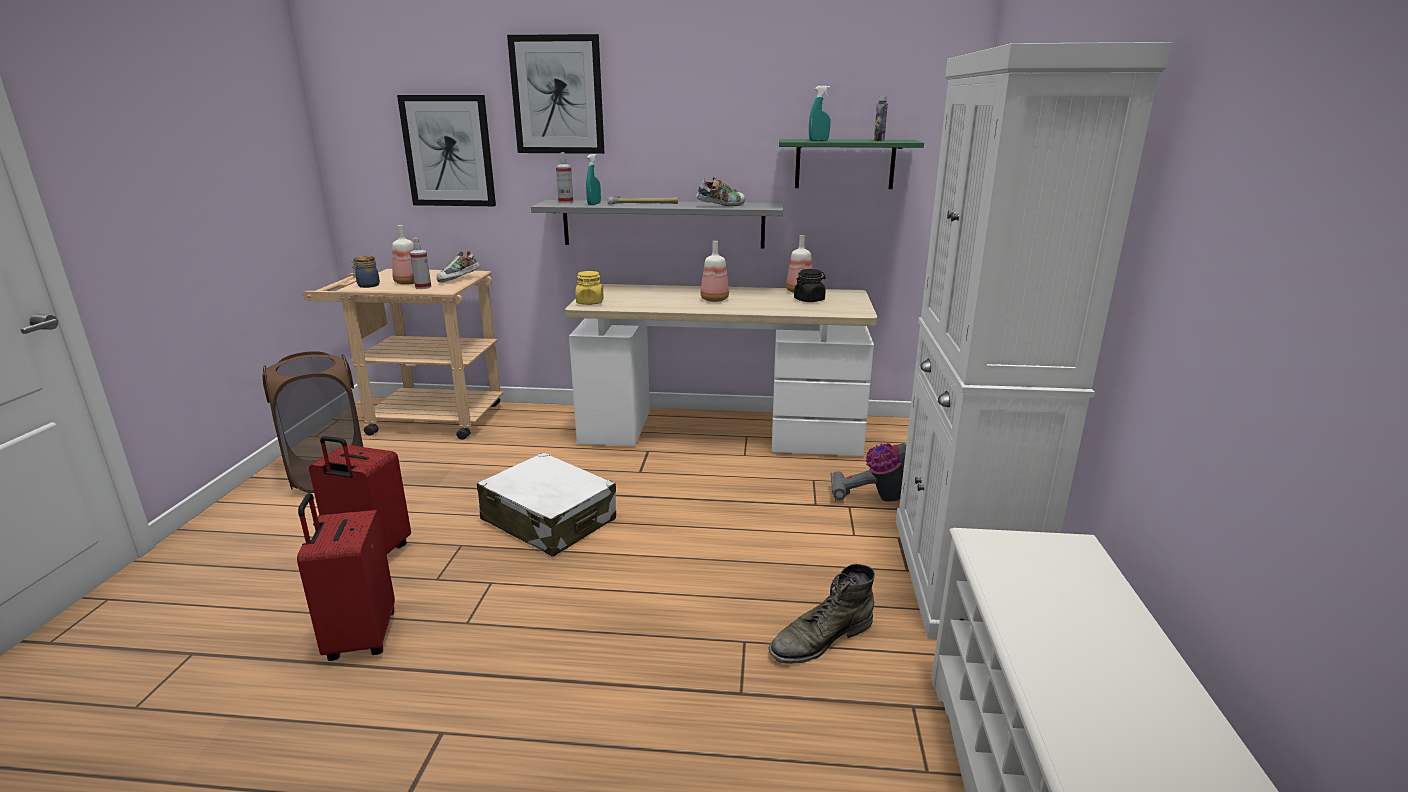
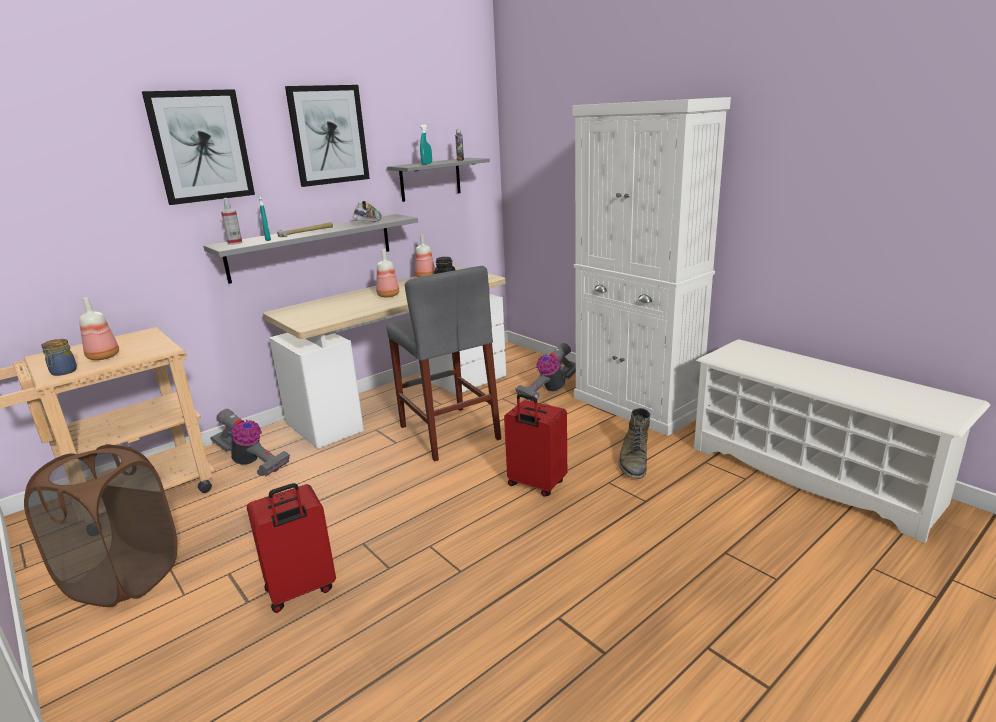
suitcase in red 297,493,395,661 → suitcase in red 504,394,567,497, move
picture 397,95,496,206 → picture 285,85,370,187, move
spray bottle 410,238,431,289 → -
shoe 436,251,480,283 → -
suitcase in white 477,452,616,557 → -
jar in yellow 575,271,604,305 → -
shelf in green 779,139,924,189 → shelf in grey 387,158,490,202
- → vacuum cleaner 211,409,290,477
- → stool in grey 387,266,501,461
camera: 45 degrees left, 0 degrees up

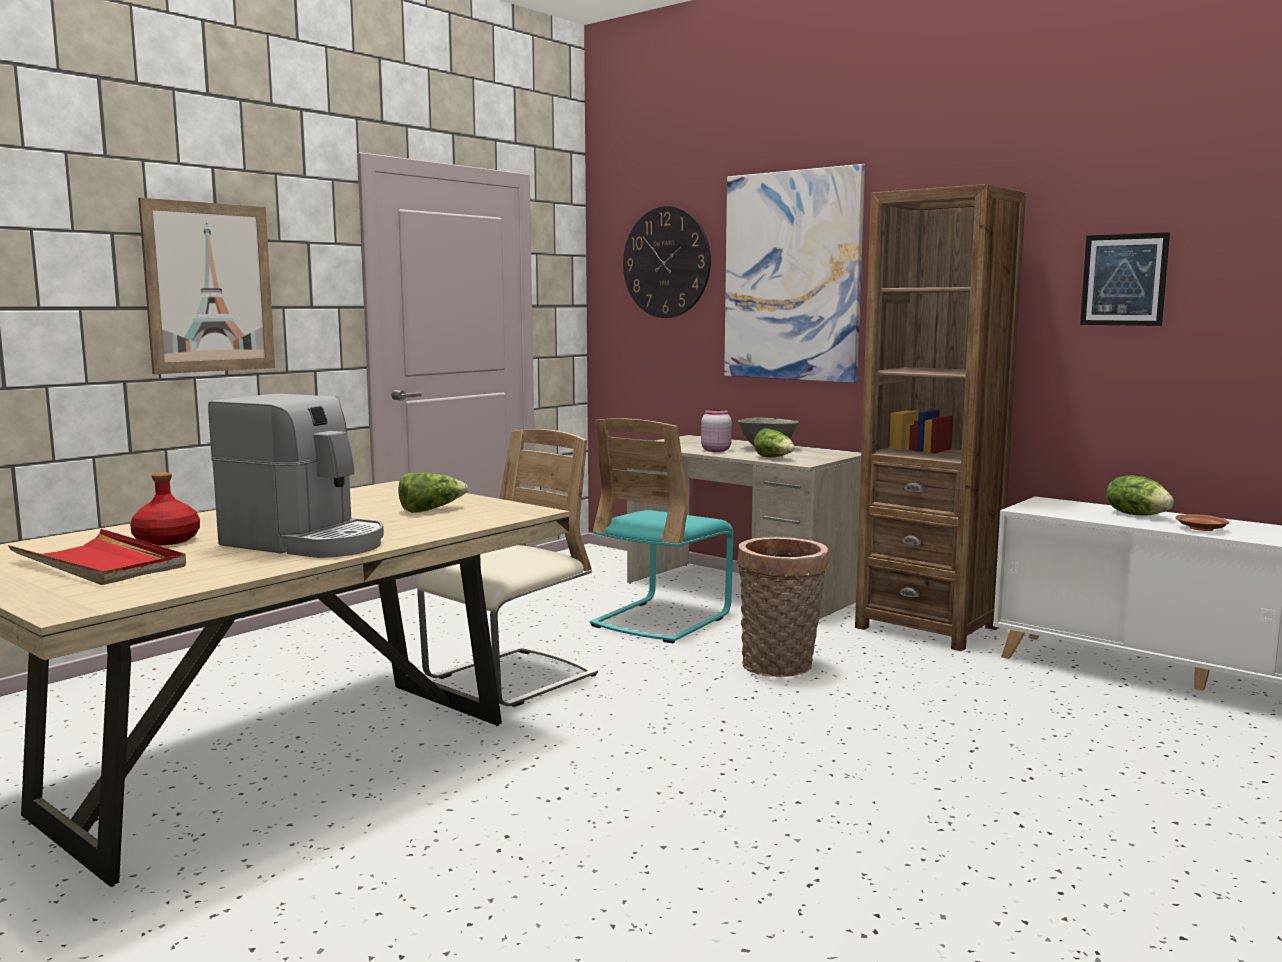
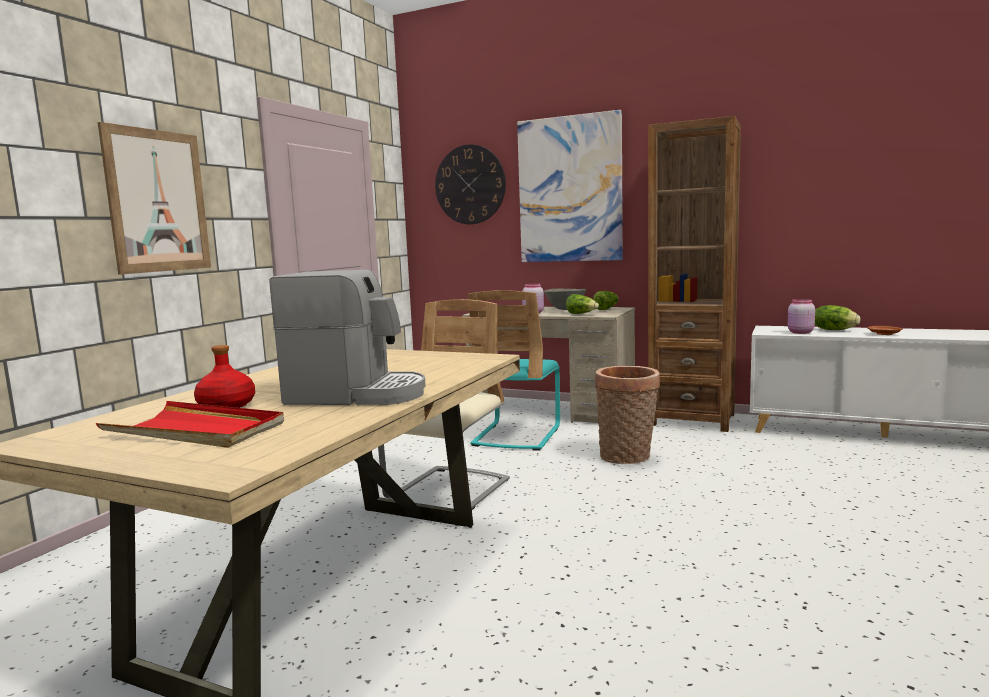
lettuce 398,472,468,513 → lettuce 593,291,619,310, move
picture 1080,232,1170,326 → -
- → jar in pink 788,299,815,334
camera: 15 degrees left, 0 degrees up

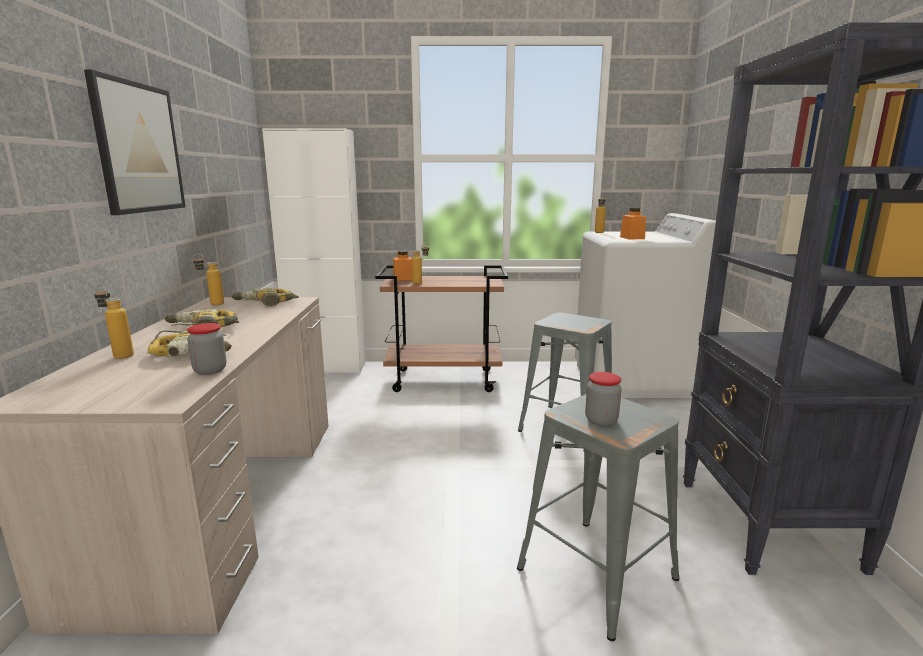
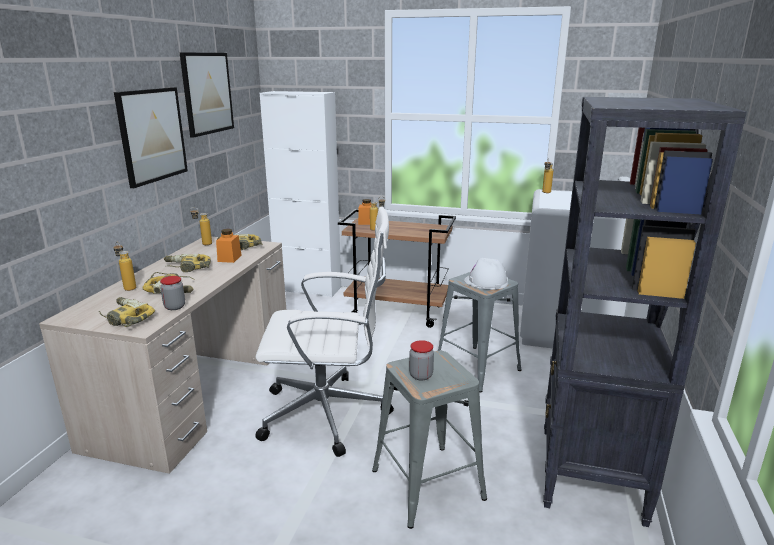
jar in orange 620,208,646,239 → jar in orange 216,229,242,263, move
- → power drill 99,297,155,327
- → picture 180,52,234,137
- → office chair in white 255,206,394,457
- → hard hat in white 464,258,508,290
camera: 15 degrees right, 5 degrees up

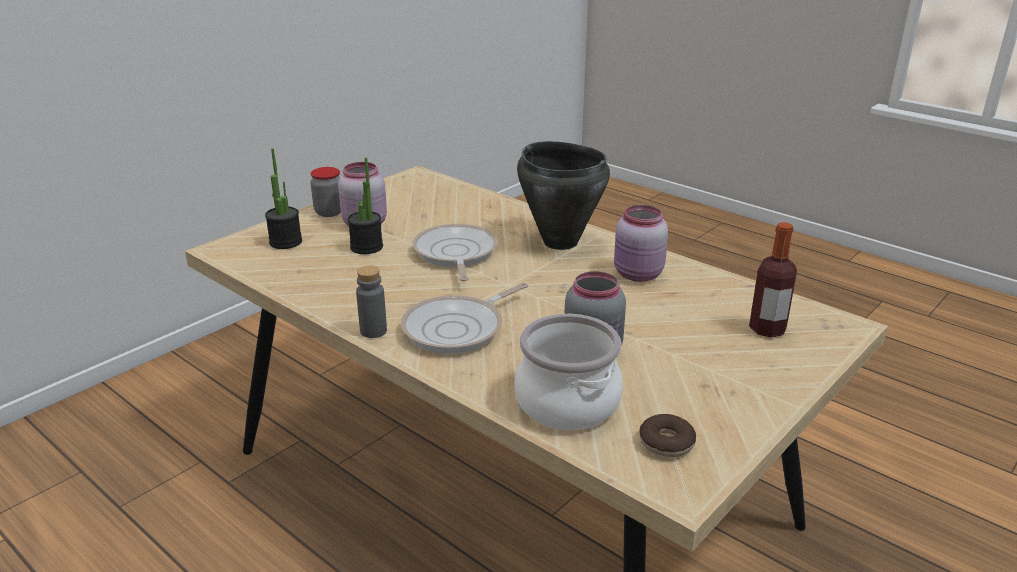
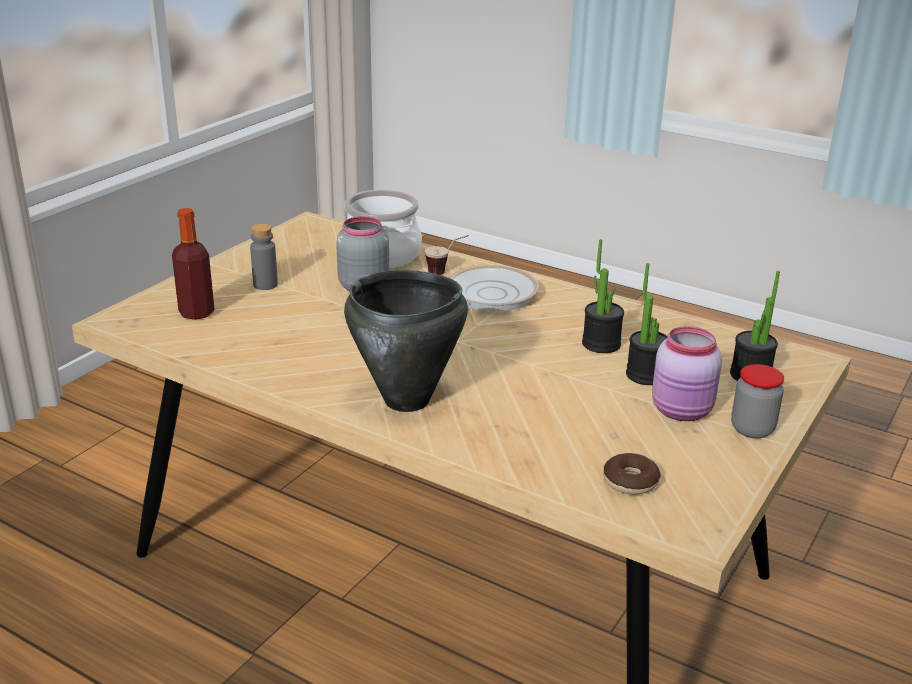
bottle in grey 356,265,387,338 → bottle in grey 250,224,278,290, move
frying pan 412,224,498,281 → -
jar in pink 614,205,668,282 → -
donut 640,414,696,457 → donut 603,453,661,495, move
- → cup 425,235,469,275
- → potted plant 582,239,624,353
camera: 170 degrees right, 0 degrees up

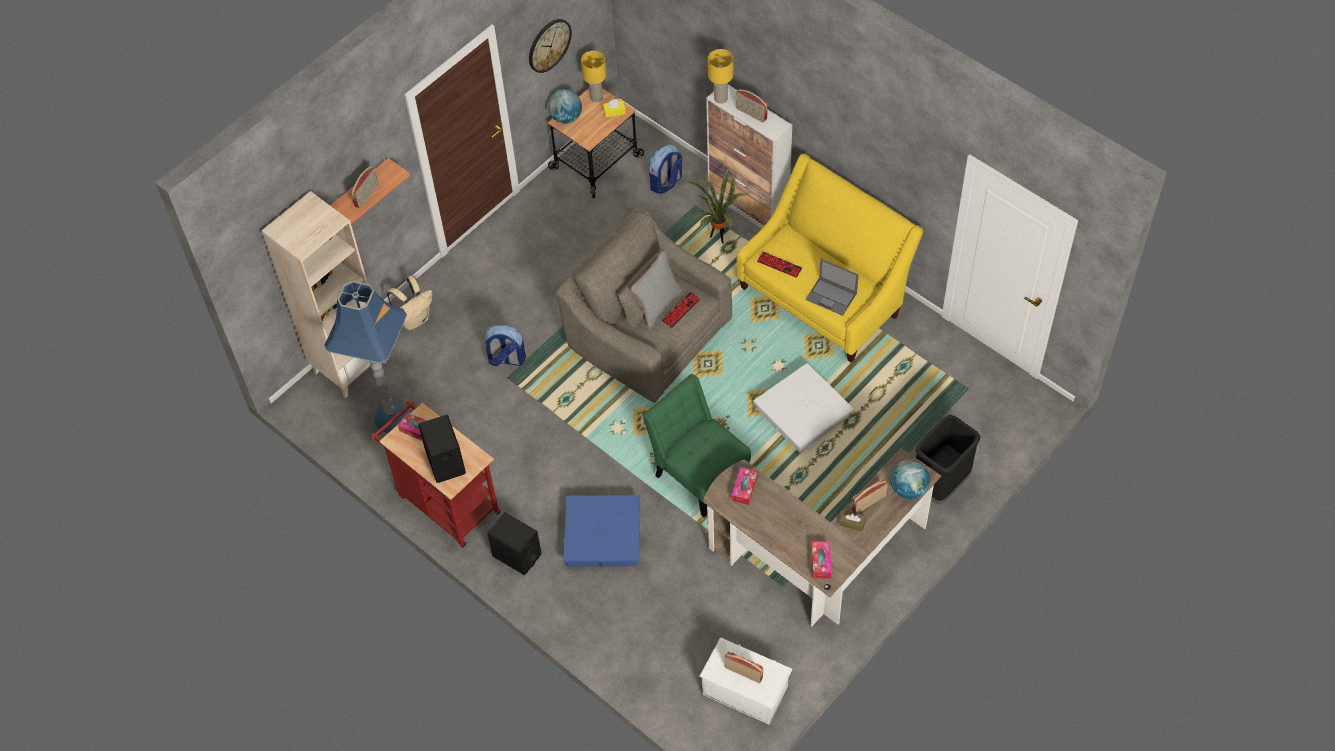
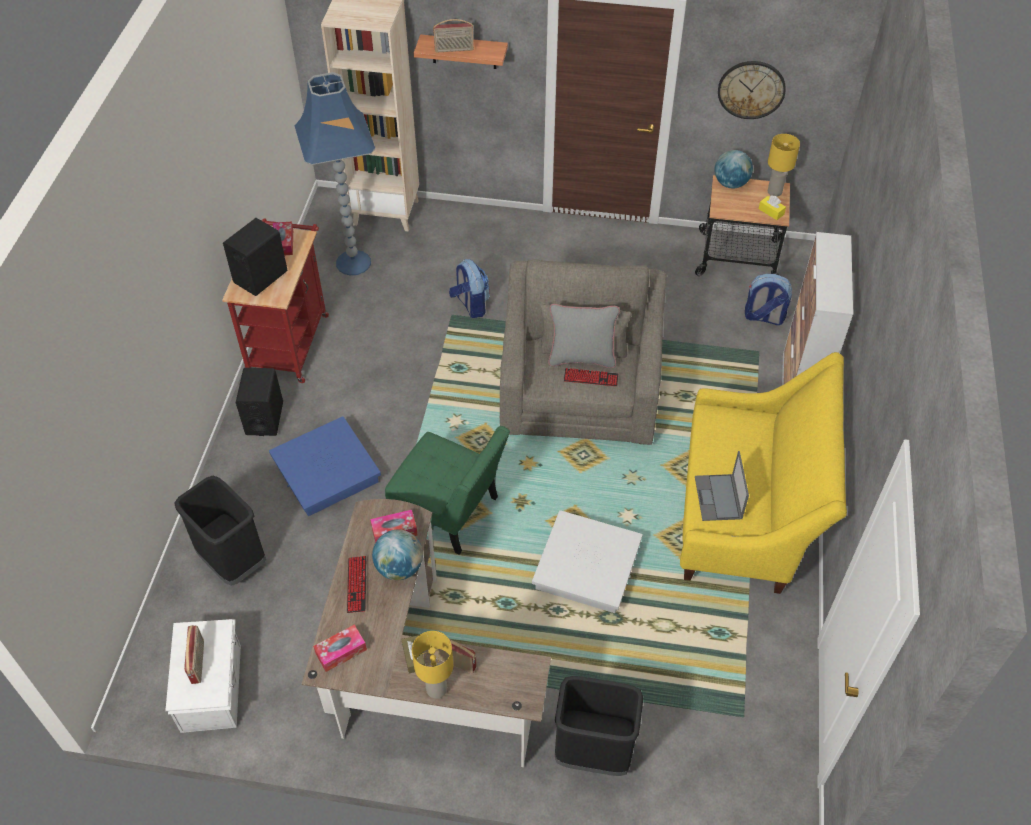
backpack in beige 387,276,432,330 → -
chair in green 643,374,751,517 → chair in green 385,426,510,555, 105 degrees clockwise
potted plant 682,166,749,244 → -
table lamp in yellow 708,49,733,104 → table lamp in yellow 412,631,453,699, move
radio 736,89,768,123 → -
keyboard 757,252,802,278 → keyboard 347,556,366,613, move
globe 890,460,930,499 → globe 372,530,423,580, move
- → trash can in black 174,476,266,586
camera: 55 degrees right, 5 degrees down

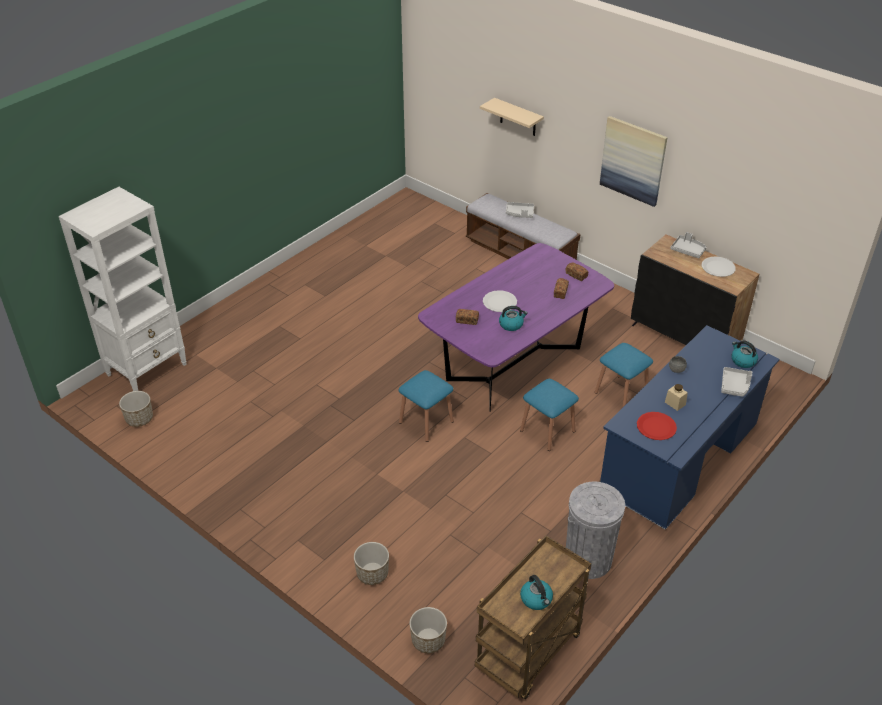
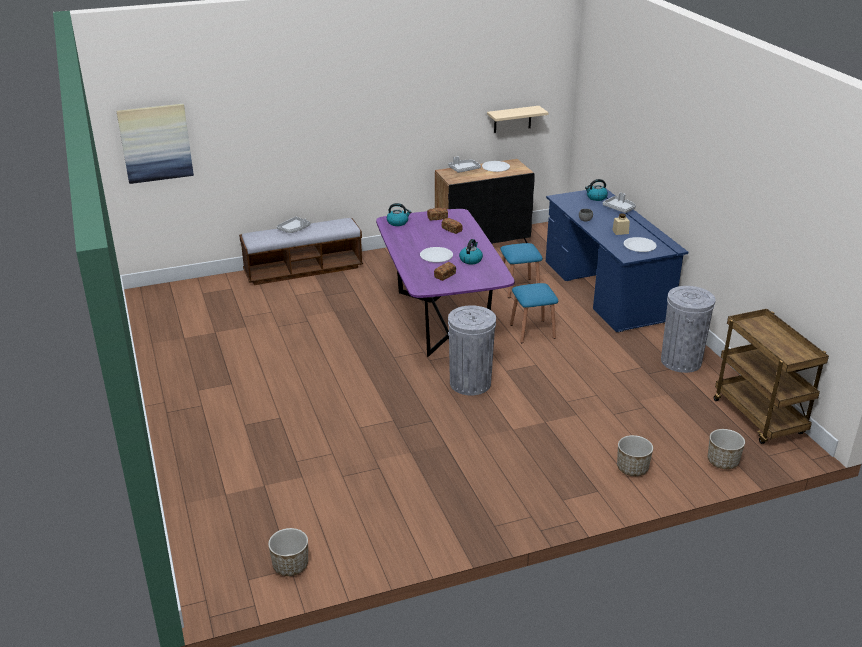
bookcase in white 59,187,187,391 → -
stool in blue 398,370,454,442 → trash can in grey 448,305,496,395
shelf in beige 480,98,544,136 → shelf in beige 487,106,549,133, move
kettle 520,575,553,610 → kettle 387,203,411,226, move
picture 600,116,667,207 → picture 117,104,194,184, move
plate in red 637,412,677,440 → plate in white 624,237,657,252
camera: 60 degrees left, 10 degrees down

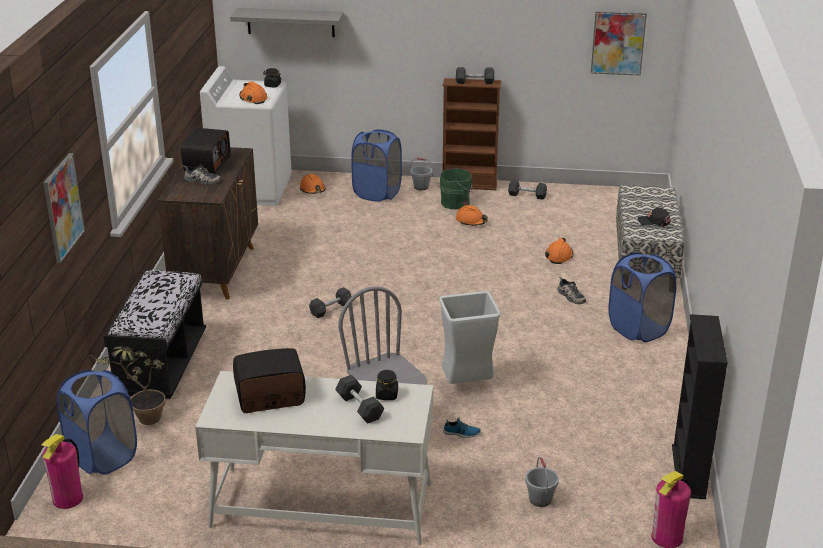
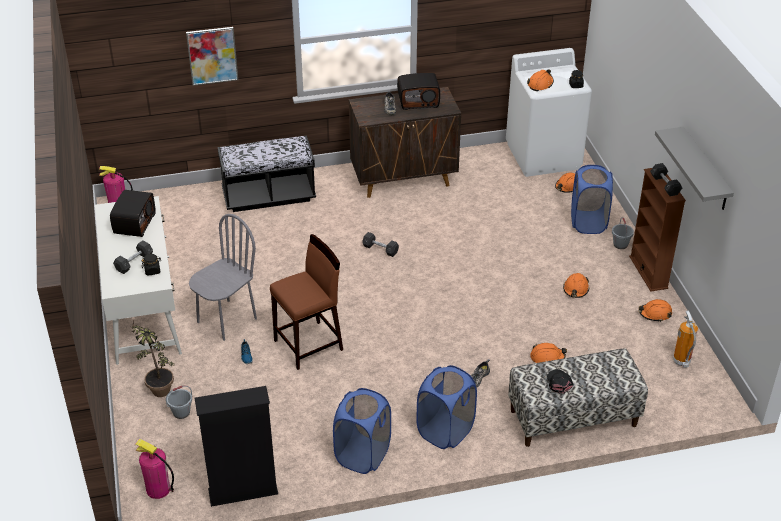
laundry basket in blue 57,370,137,475 → laundry basket in blue 333,388,391,474, move
potted plant 89,346,166,425 → potted plant 131,319,174,397, move
shelf in grey 230,8,344,37 → shelf in grey 655,127,734,210, move
radio 233,348,306,413 → radio 110,190,156,237, 45 degrees clockwise
bucket in green 439,167,473,209 → -
trash can in grey 439,291,500,384 → stool in brown 270,234,343,370
dumbbell in grey 508,180,547,200 → hard hat in orange 639,299,672,322
picture 591,11,647,76 → -
- → fire extinguisher 673,311,698,368
camera: 70 degrees right, 10 degrees up

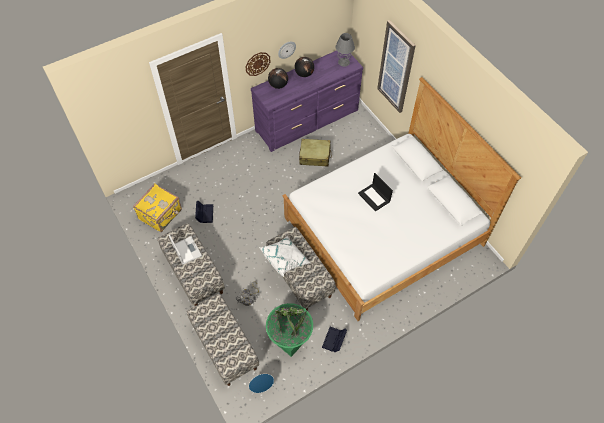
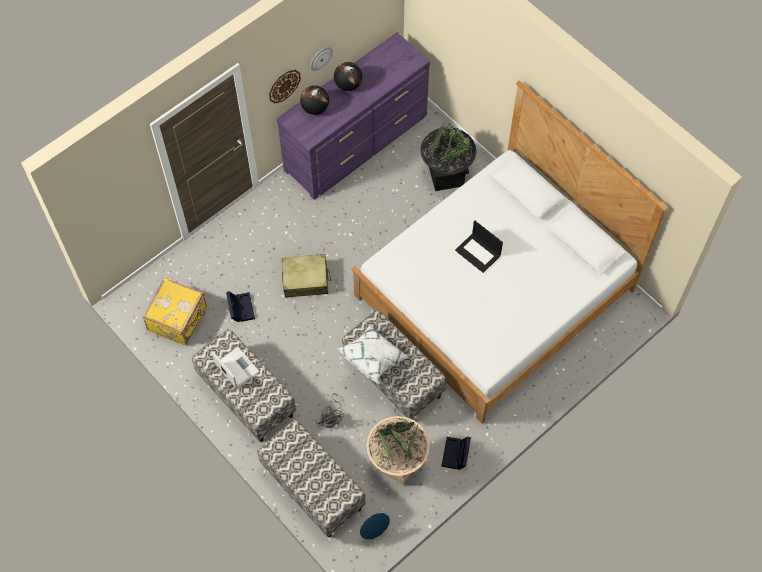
planter in green 266,303,313,357 → planter in beige 366,416,430,486
suitcase in beige 299,139,332,167 → suitcase in beige 282,254,331,298, move
table lamp in grey 336,33,355,67 → -
picture 377,20,416,113 → -
- → planter in black 421,123,476,191
camera: 10 degrees left, 5 degrees up

